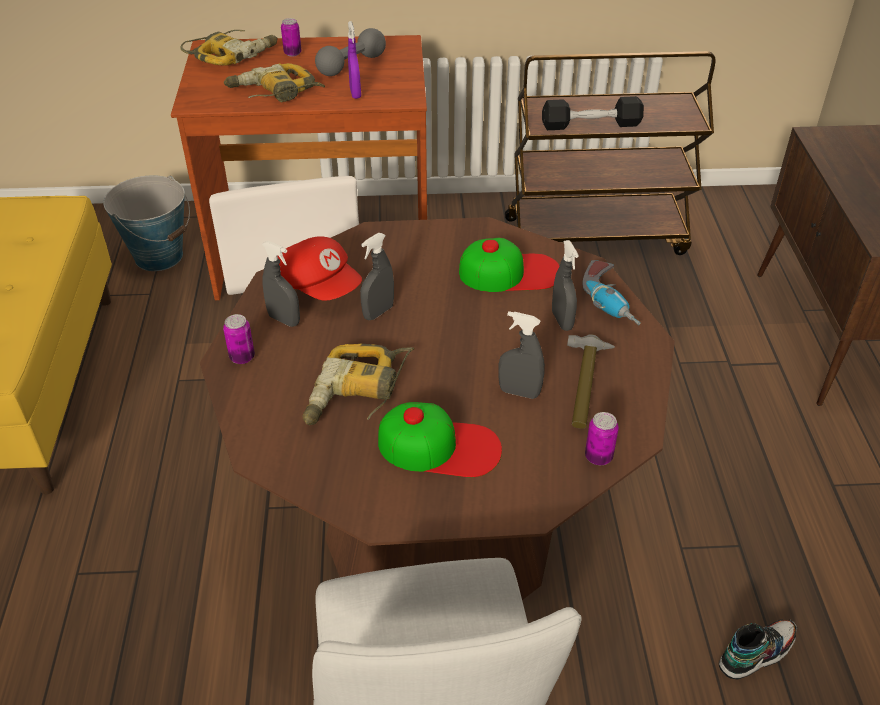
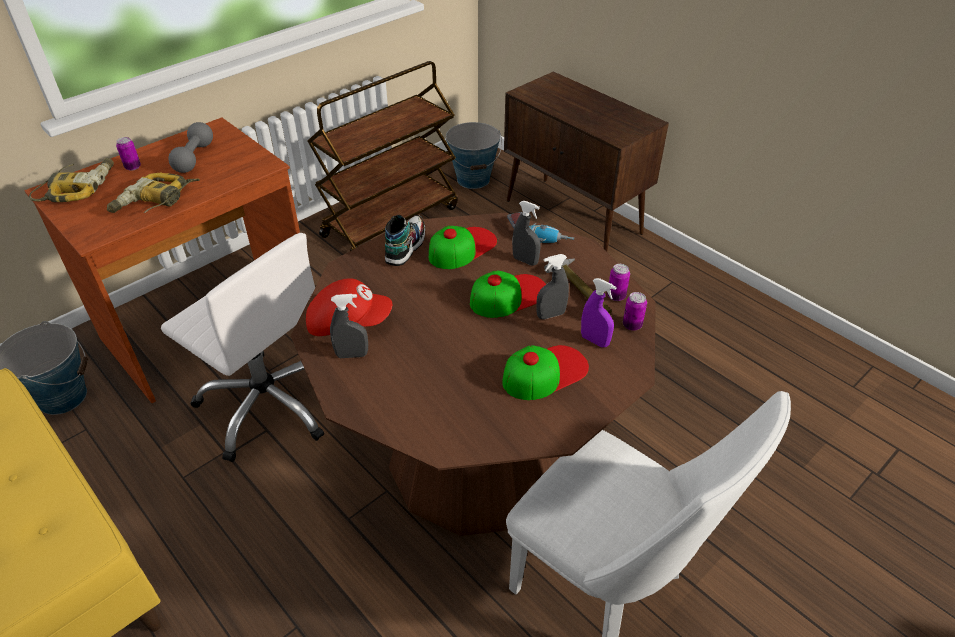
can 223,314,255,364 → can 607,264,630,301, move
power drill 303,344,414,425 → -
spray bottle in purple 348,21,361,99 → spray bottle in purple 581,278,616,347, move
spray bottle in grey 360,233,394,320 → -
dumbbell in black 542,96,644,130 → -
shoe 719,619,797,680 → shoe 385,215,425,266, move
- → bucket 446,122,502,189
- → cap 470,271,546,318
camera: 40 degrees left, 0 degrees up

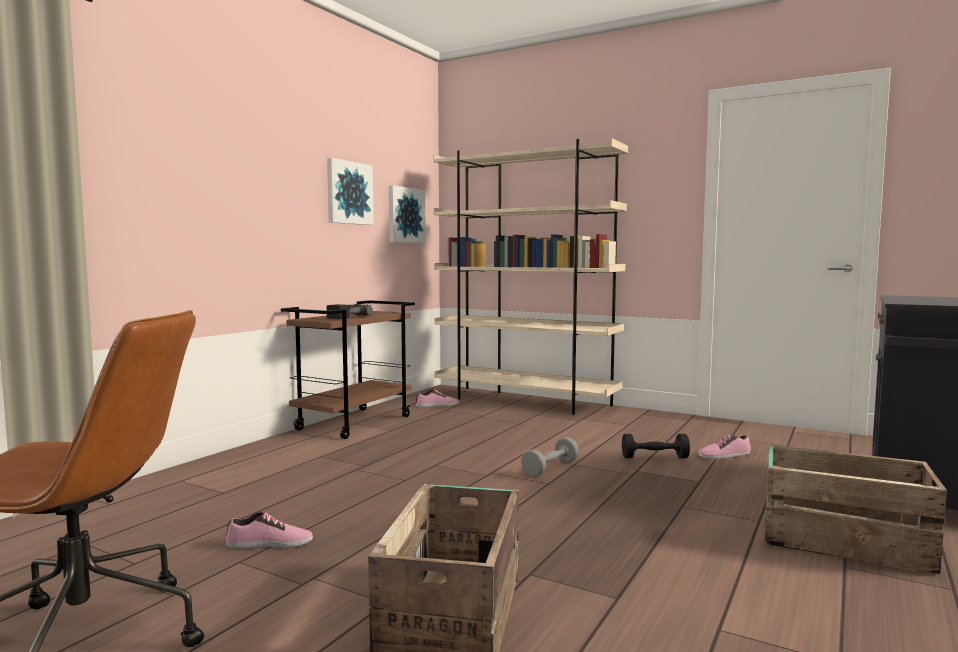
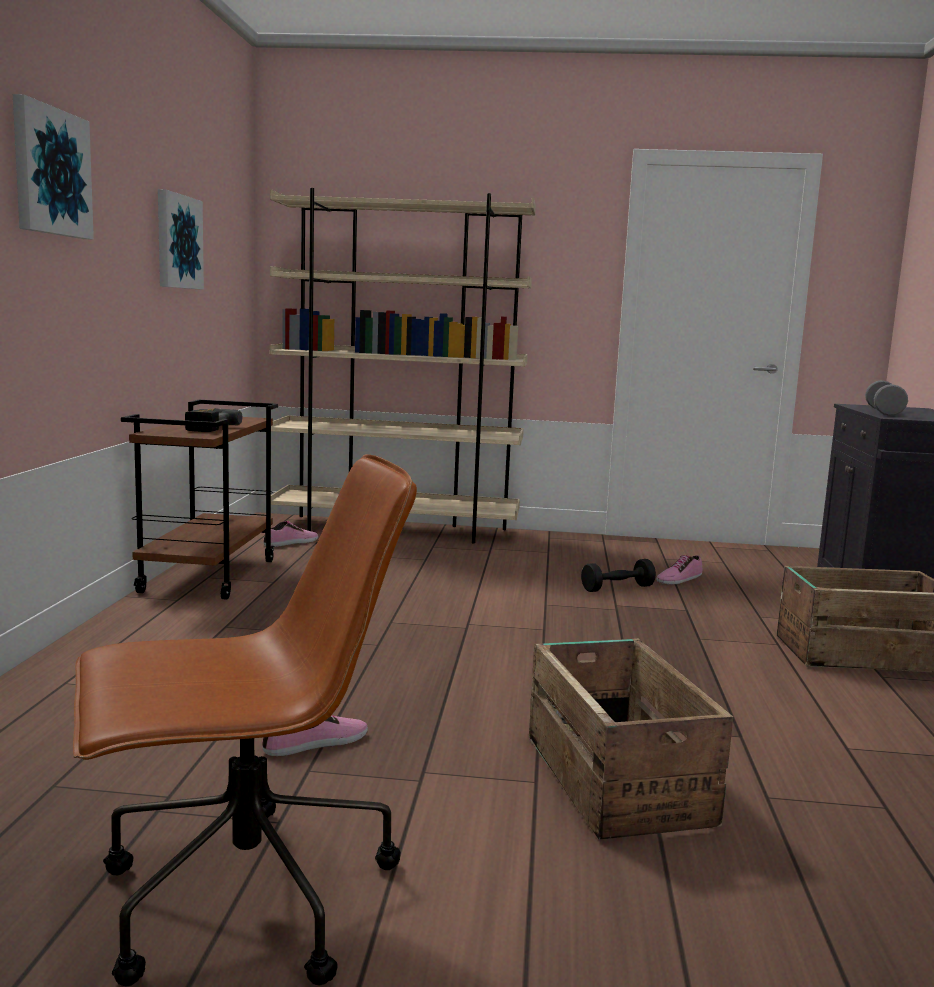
picture 389,185,426,243 → picture 13,94,94,240, move
dumbbell in grey 521,437,579,477 → dumbbell in grey 865,380,908,416, move
camera: 25 degrees left, 5 degrees up

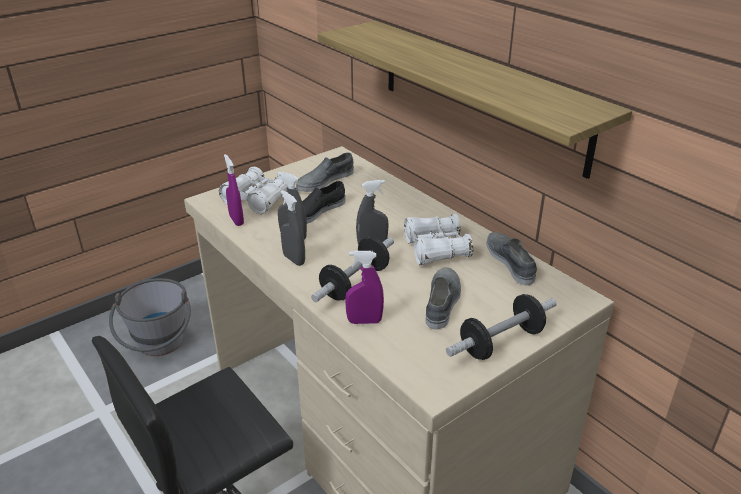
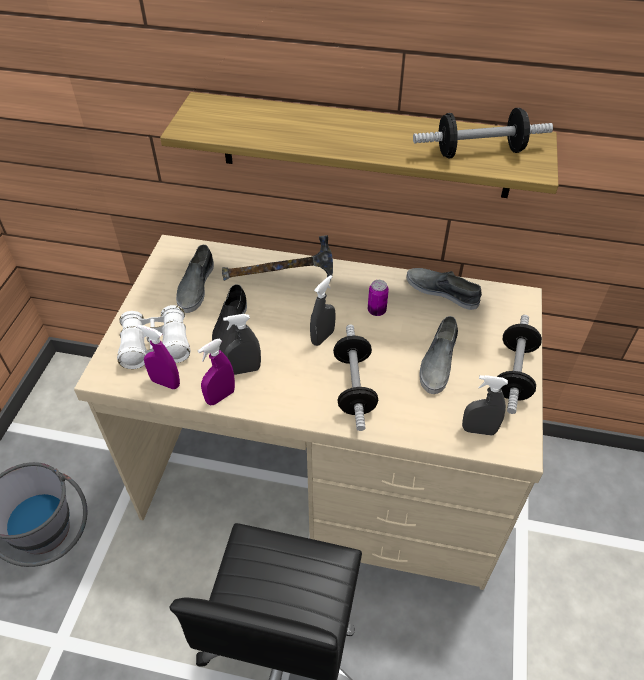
spray bottle in grey 280,190,305,266 → spray bottle in grey 462,375,508,436, move
spray bottle in purple 345,251,384,324 → spray bottle in purple 198,339,235,405, move
binoculars in white 404,214,473,265 → can 368,280,389,316
shoe in grey 426,267,461,330 → shoe in grey 420,316,458,394, 135 degrees counterclockwise
- → hammer 222,235,333,281
- → dumbbell 413,108,553,158
camera: 40 degrees left, 15 degrees up

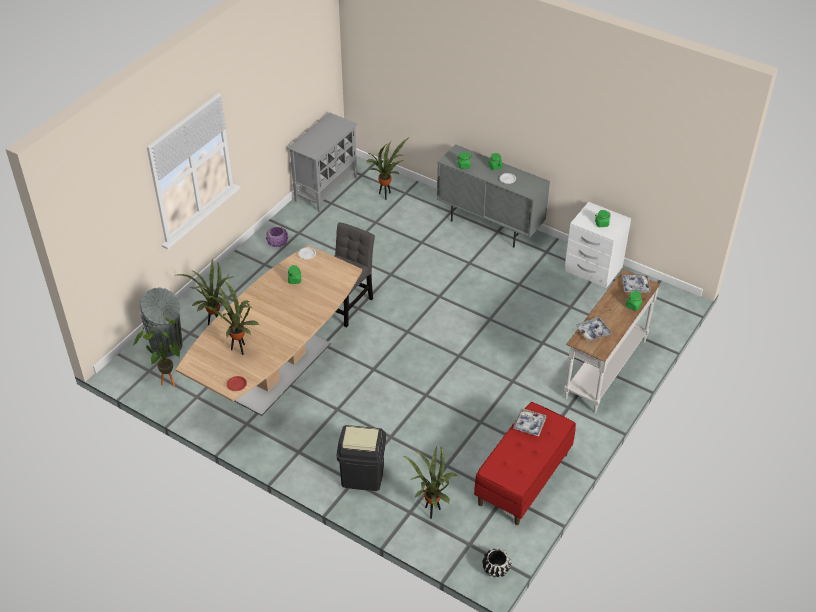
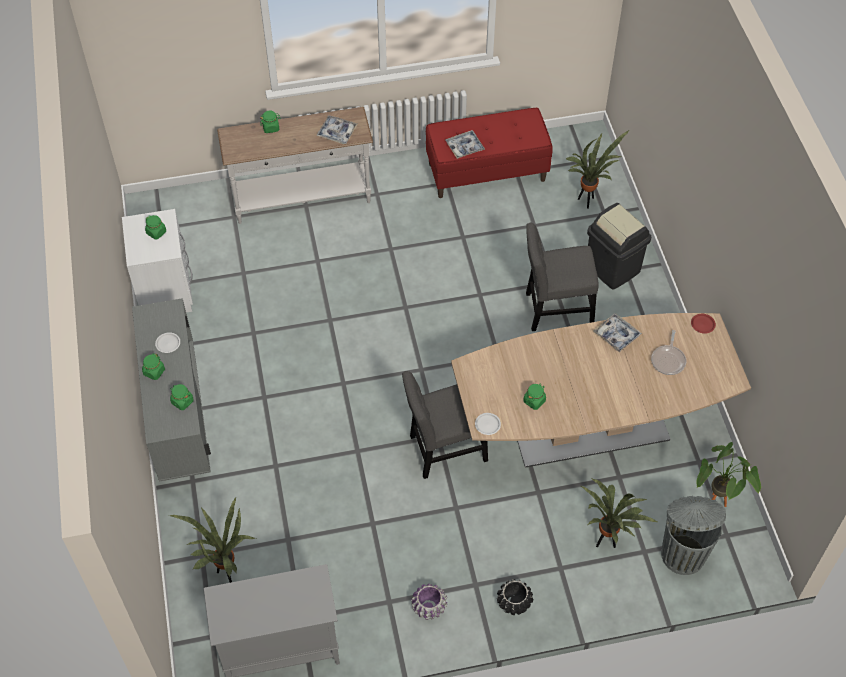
potted plant 201,282,260,355 → frying pan 651,330,686,375
planter in black 482,549,511,578 → planter in black 497,579,533,615, move
tray 622,274,651,293 → tray 593,313,642,352, move
- → chair in grey 526,223,599,331
camera: 135 degrees left, 10 degrees up

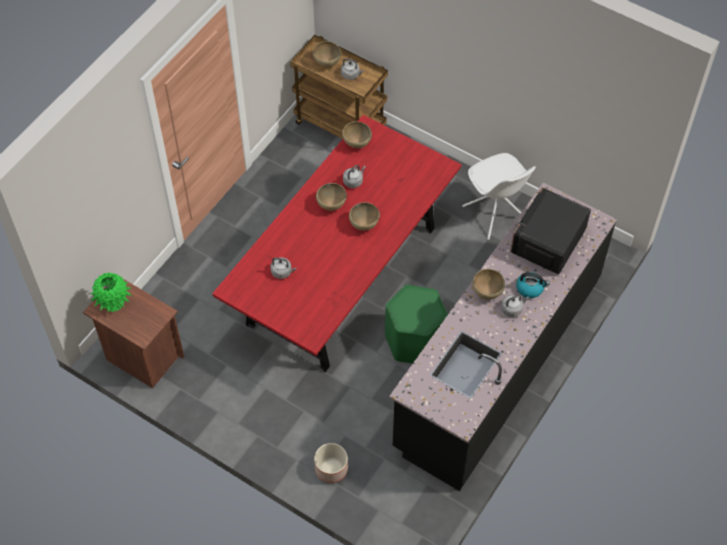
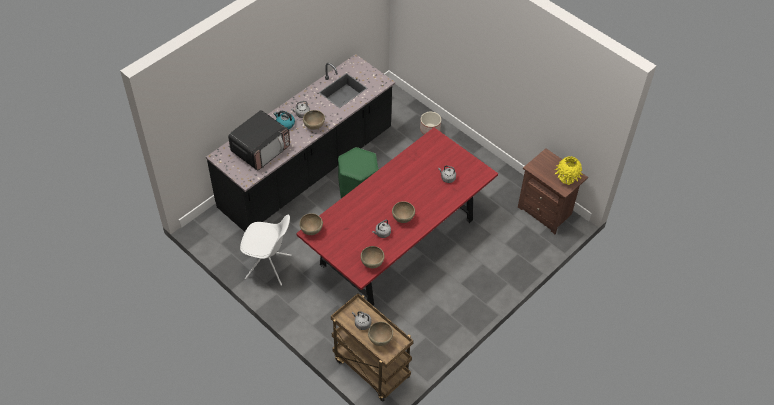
vase in green 91,272,132,312 → vase in yellow 554,156,583,185
bowl in brown 349,202,380,231 → bowl in brown 299,213,323,235, move
chair in white 462,153,536,240 → chair in white 240,215,292,286, 120 degrees clockwise
camera: 170 degrees left, 5 degrees down

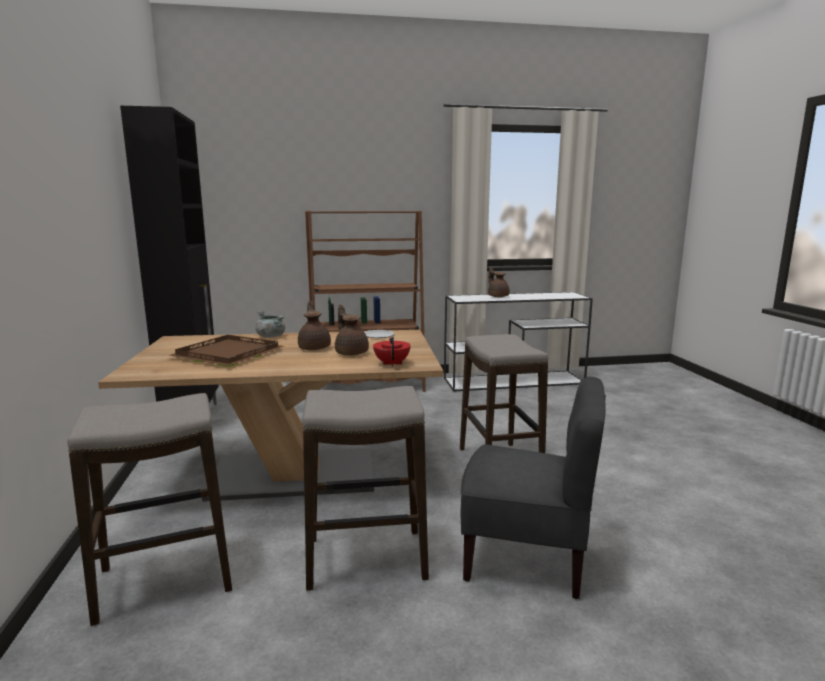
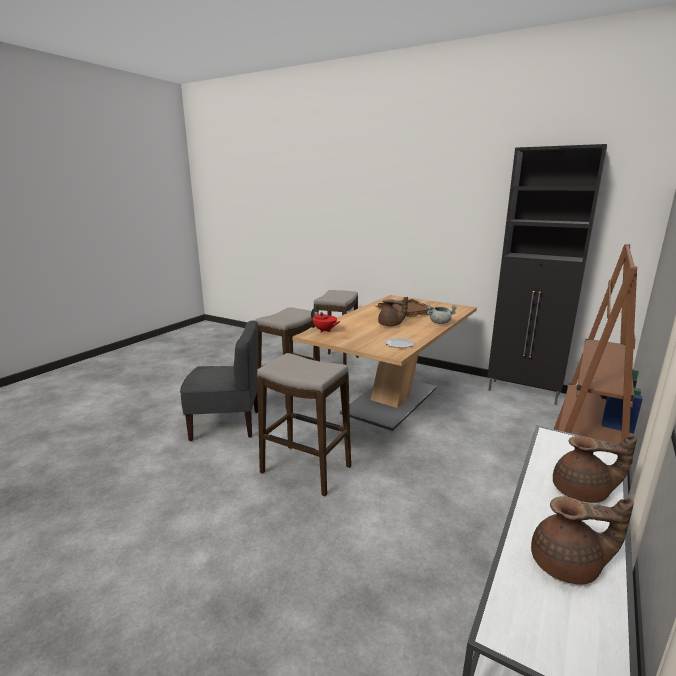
teapot in brown 335,305,369,356 → teapot in brown 531,496,634,584, move
chair in grey 461,377,606,599 → chair in grey 180,321,258,441, 150 degrees counterclockwise
camera: 130 degrees right, 5 degrees up

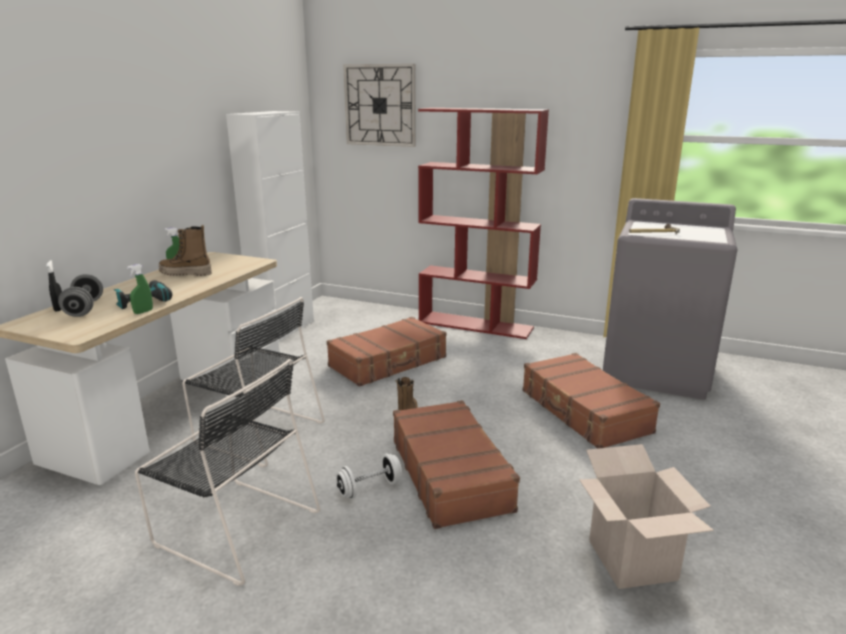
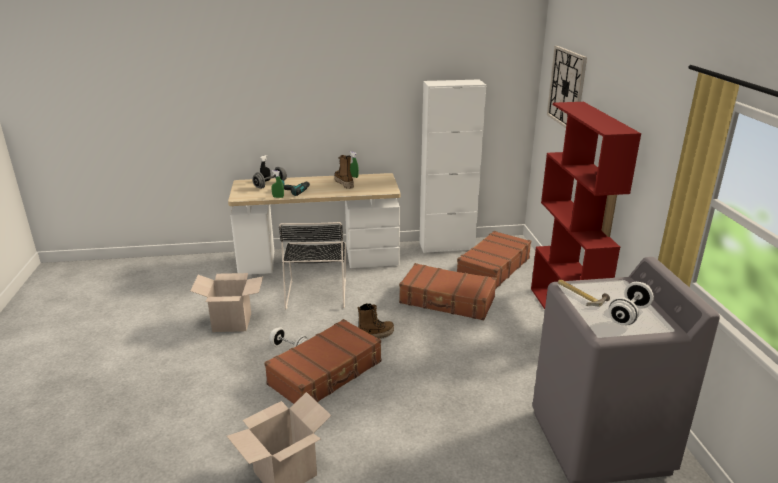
chair in black 135,359,320,586 → cardboard box 190,273,263,332
suitcase in brown 523,353,660,449 → suitcase in brown 457,231,531,289, move
- → dumbbell in white 608,282,654,325
camera: 60 degrees right, 5 degrees up

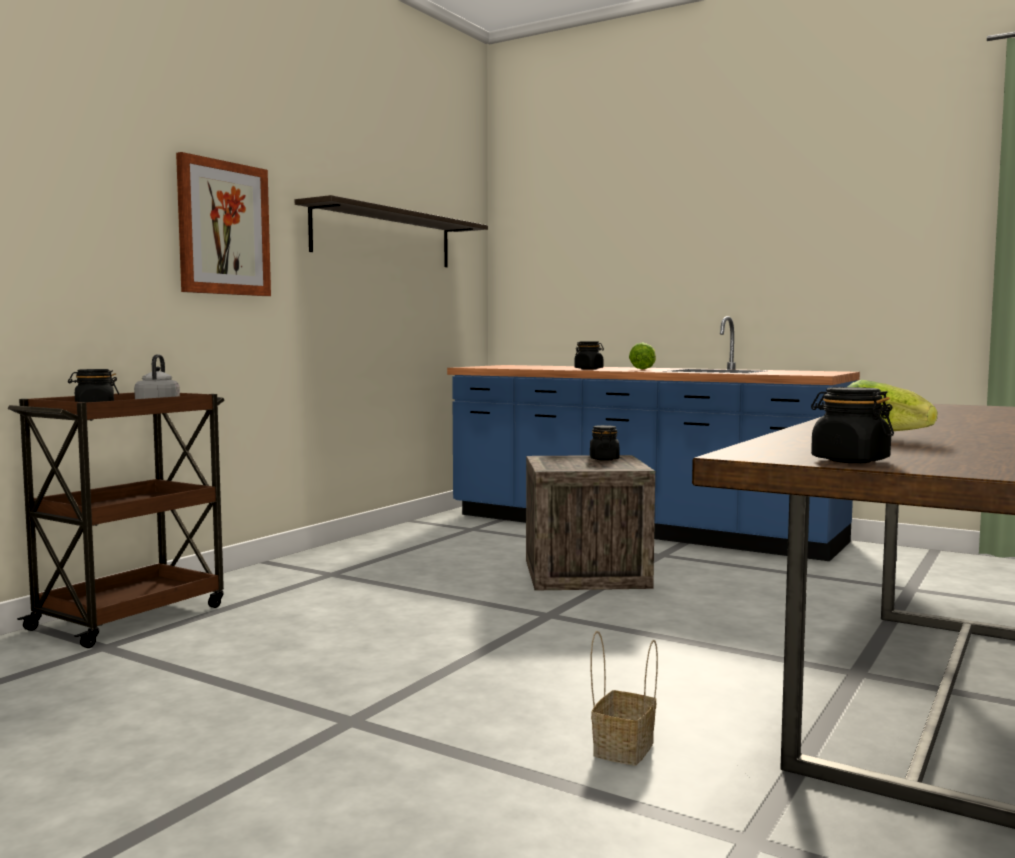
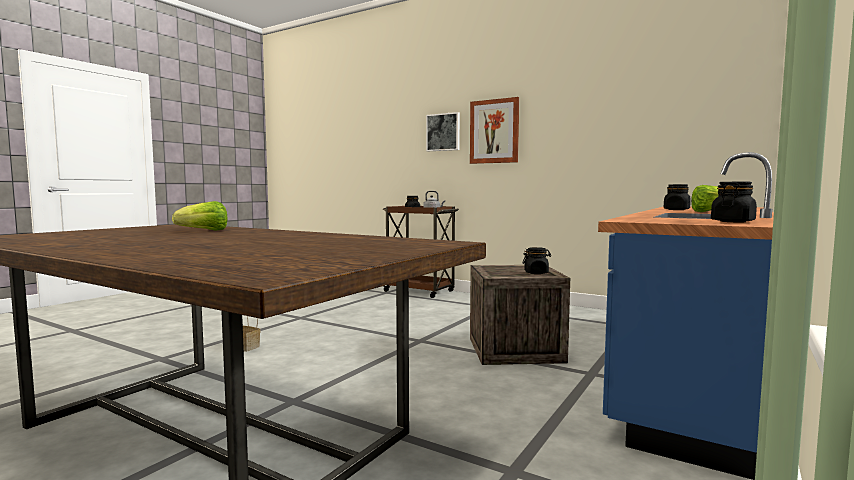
shelf 295,195,488,267 → -
jar in black 811,387,894,463 → jar in black 711,182,757,222, move
- → picture 426,112,460,151
camera: 90 degrees right, 0 degrees up

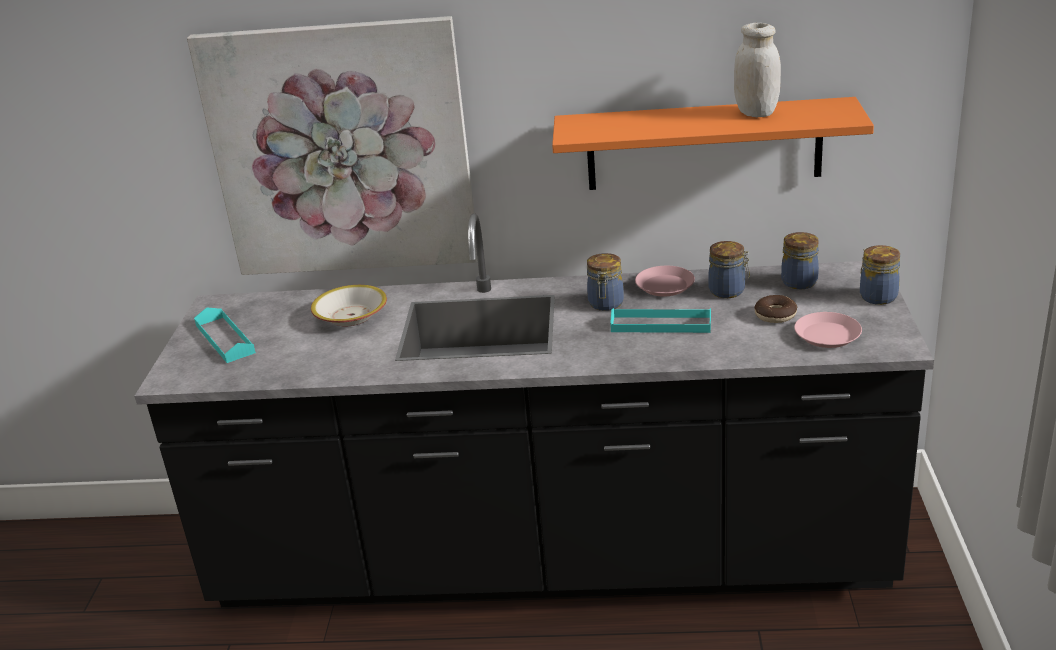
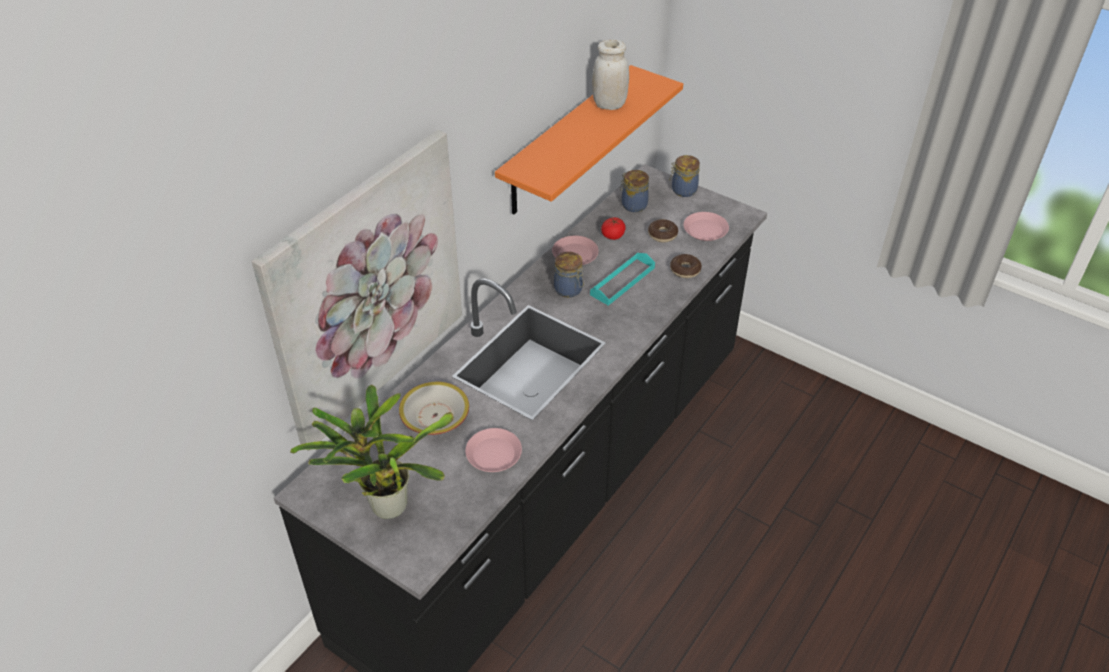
tray in turquoise 194,307,256,363 → potted plant 290,385,454,519
jar 708,241,750,298 → tomato 601,217,626,240
- → plate in pink 465,428,522,472
- → donut 670,254,702,278
camera: 60 degrees left, 15 degrees up

